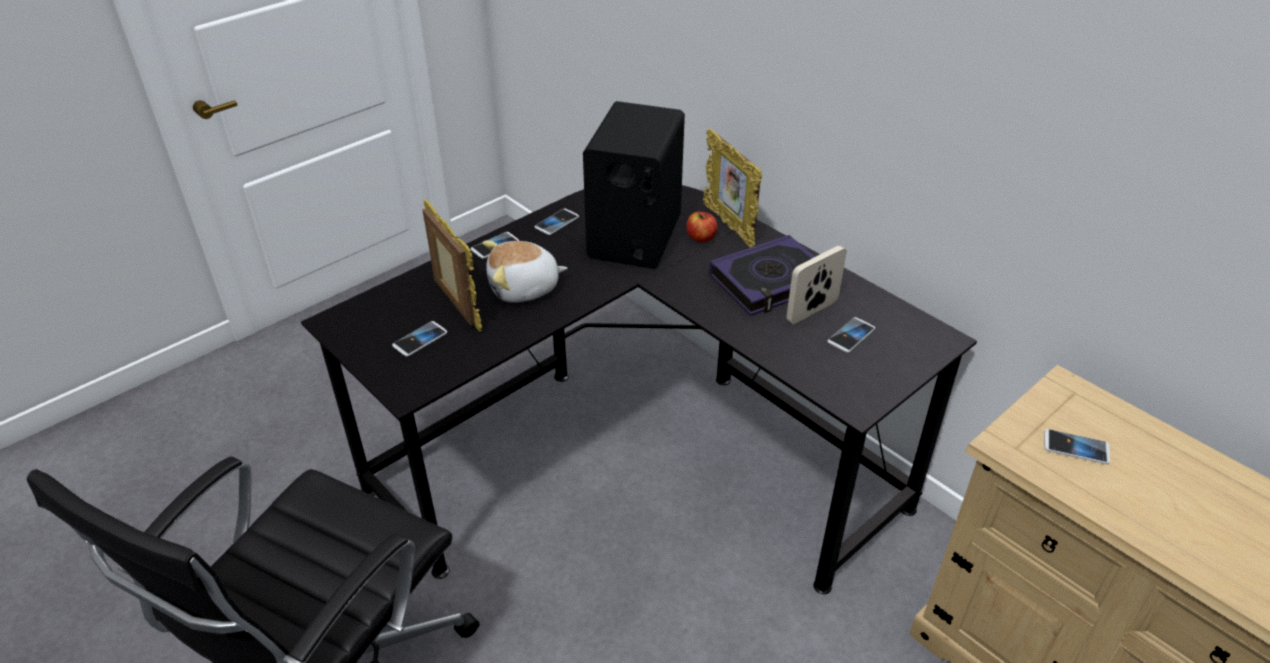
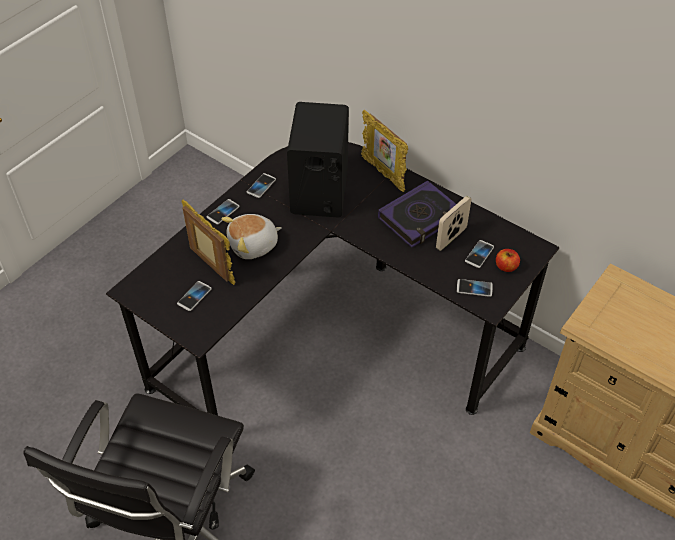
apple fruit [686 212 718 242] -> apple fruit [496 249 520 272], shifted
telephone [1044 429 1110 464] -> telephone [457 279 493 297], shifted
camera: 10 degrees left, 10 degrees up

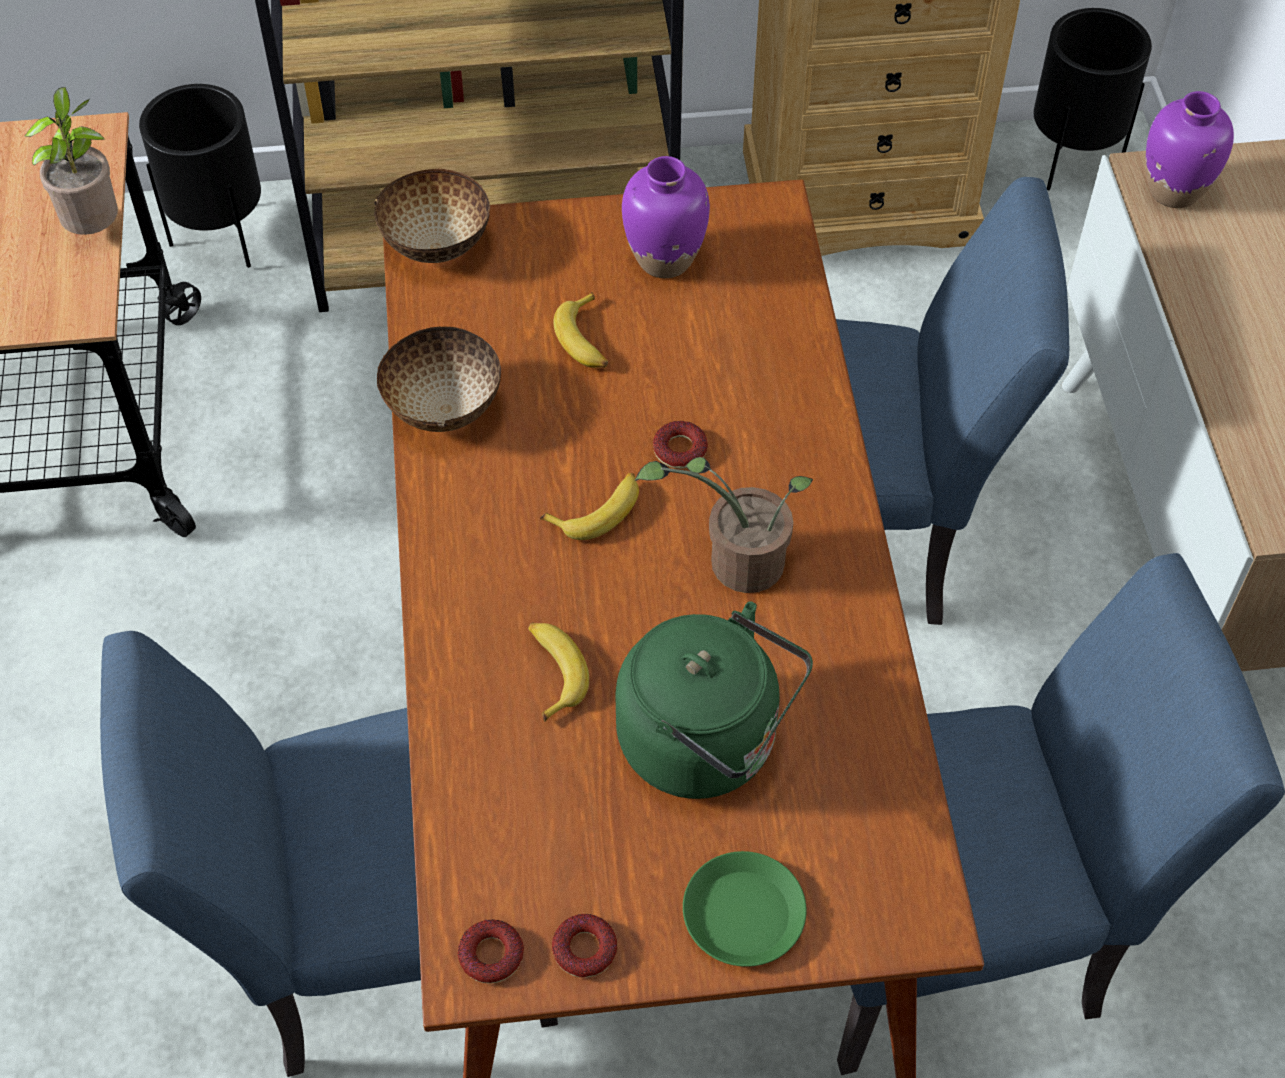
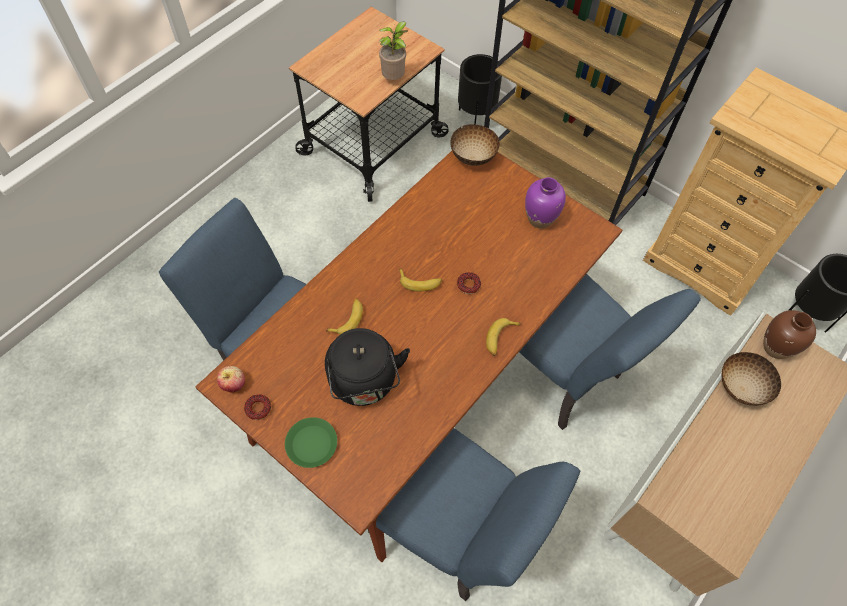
plant in a pot [635 457 813 593] -> none
deep dish [377 326 501 432] -> deep dish [722 352 781 406], shifted
banana [553 292 608 368] -> banana [486 318 521 356], shifted
doughnut [458 919 524 983] -> apple fruit [217 366 245 392]
kettle/greenish [615 601 813 799] -> kettle/blackish [325 328 410 406]
decorative vase/purplish [1146 91 1234 208] -> decorative vase/brownish [763 310 816 359]
camera: 45 degrees right, 5 degrees up

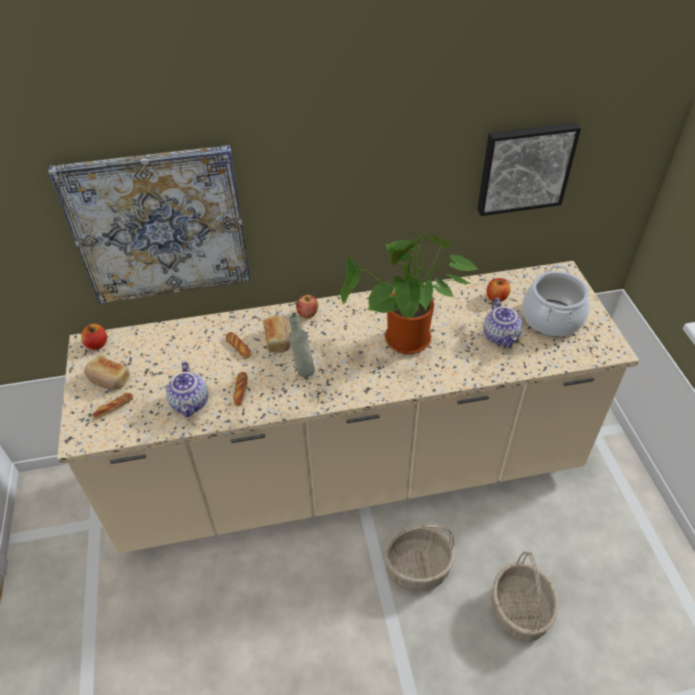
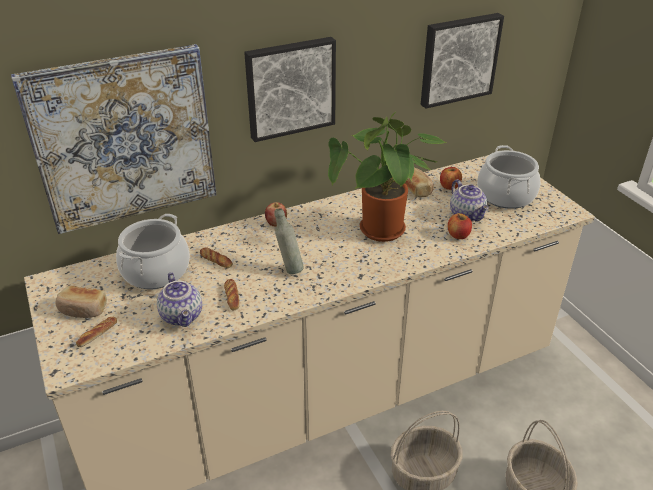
none -> saucepot [116 214 190 289]
none -> wall picture [244 37 336 142]
apple fruit [81 324 107 350] -> apple fruit [448 213 472 239], shifted
bread [263 315 291 353] -> bread [405 168 434 197], shifted
camera: 15 degrees left, 10 degrees down

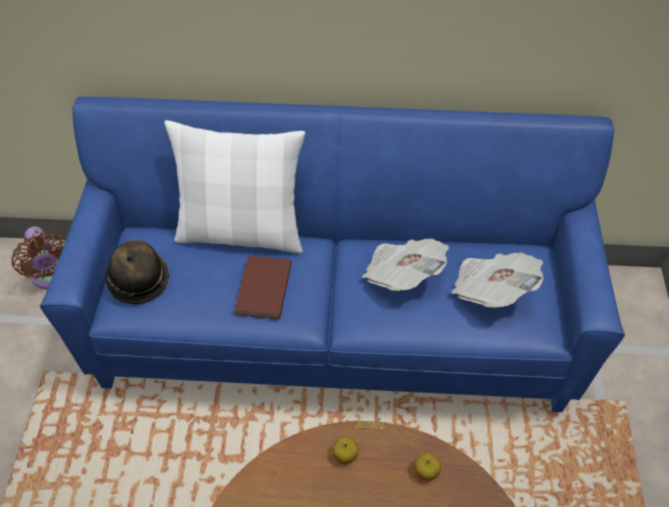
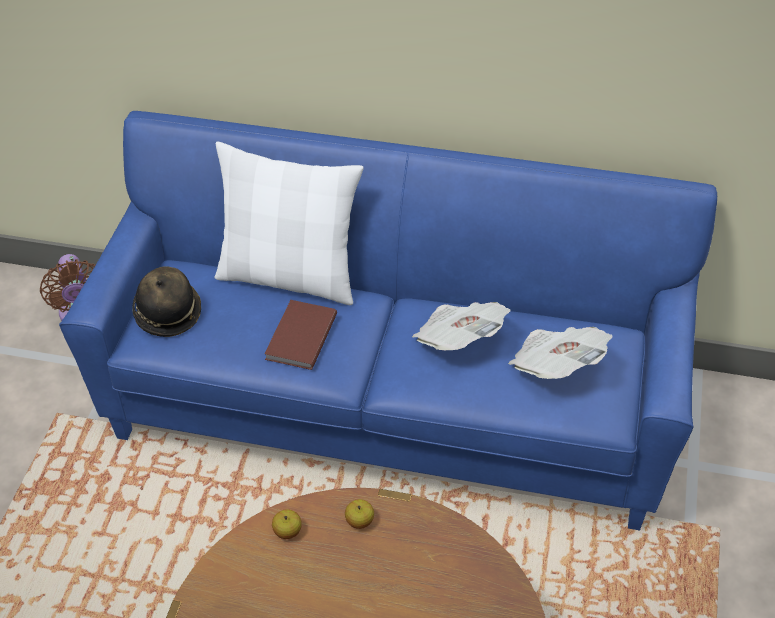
apple fruit [414 453 441 480] -> apple fruit [272 509 302 539], shifted
camera: 10 degrees right, 5 degrees down

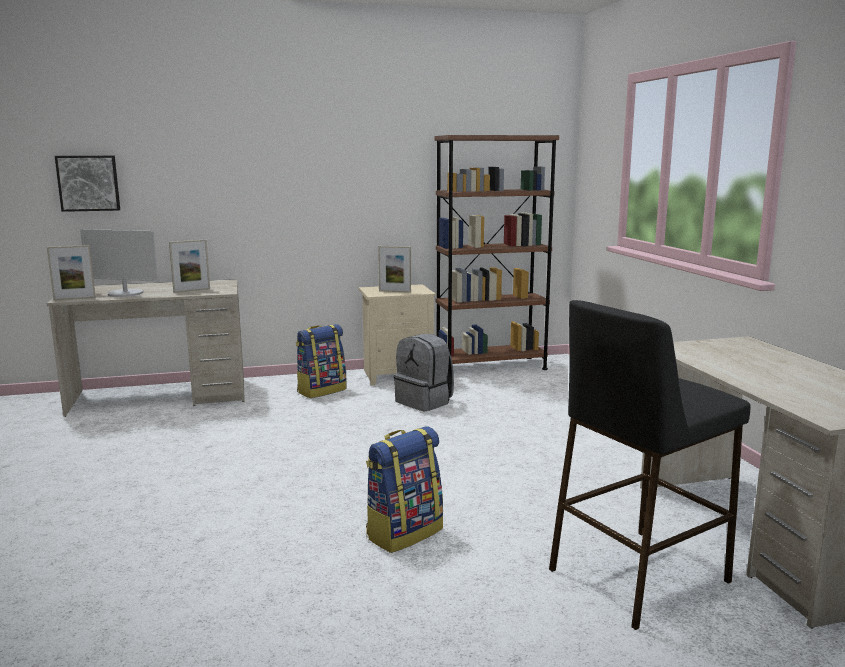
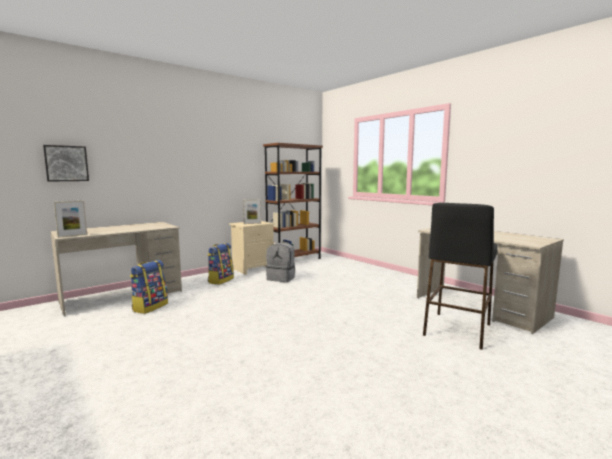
computer screen [80 229 158 297] -> none
photo frame [169 239 210 293] -> none
rucksack [366 427 443 553] -> rucksack [130 260 168 314], shifted
camera: 25 degrees left, 5 degrees down

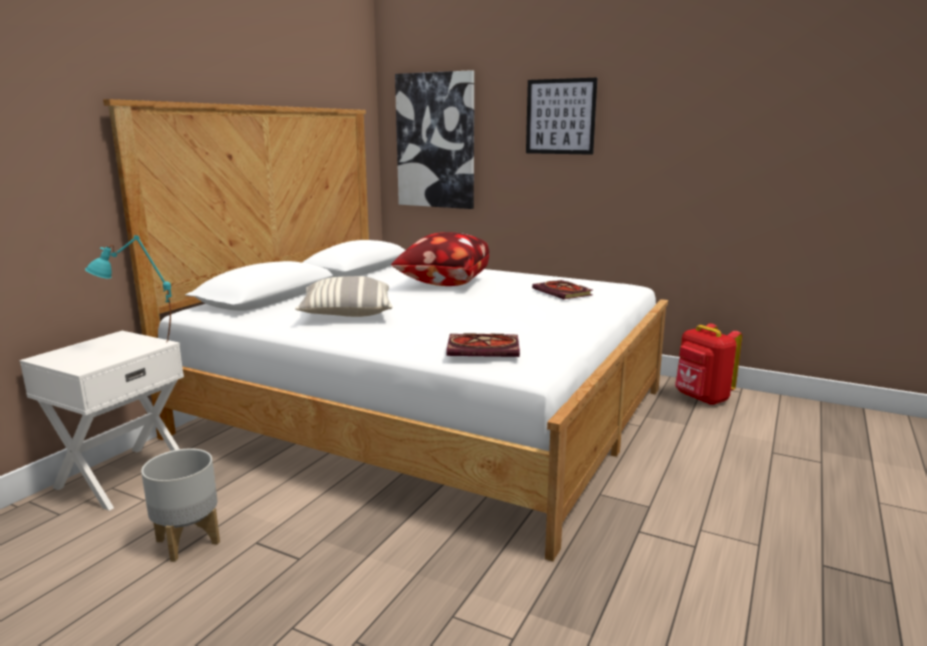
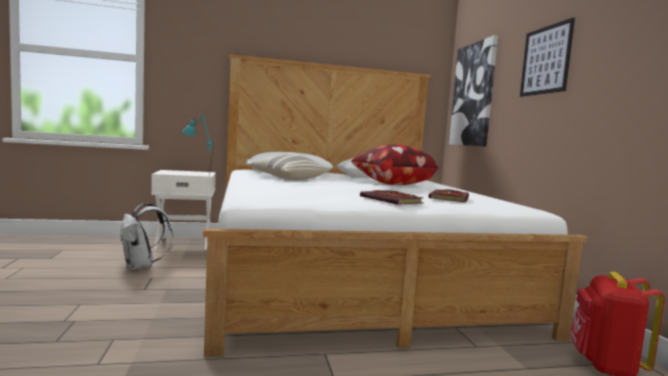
bound book [446 333 520 357] -> bound book [360 190 423 205], shifted
plant pot/grey [141 448 220 562] -> rucksack/white [120 203 173 270]
camera: 50 degrees right, 10 degrees down

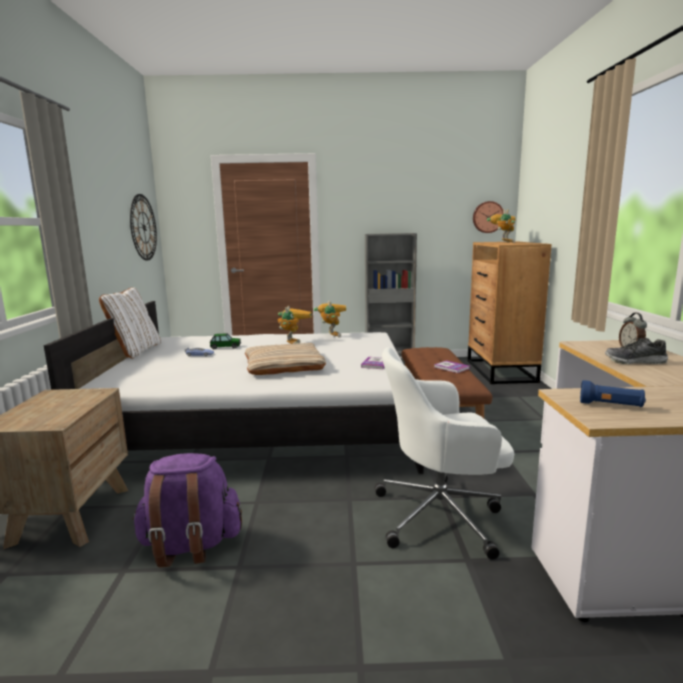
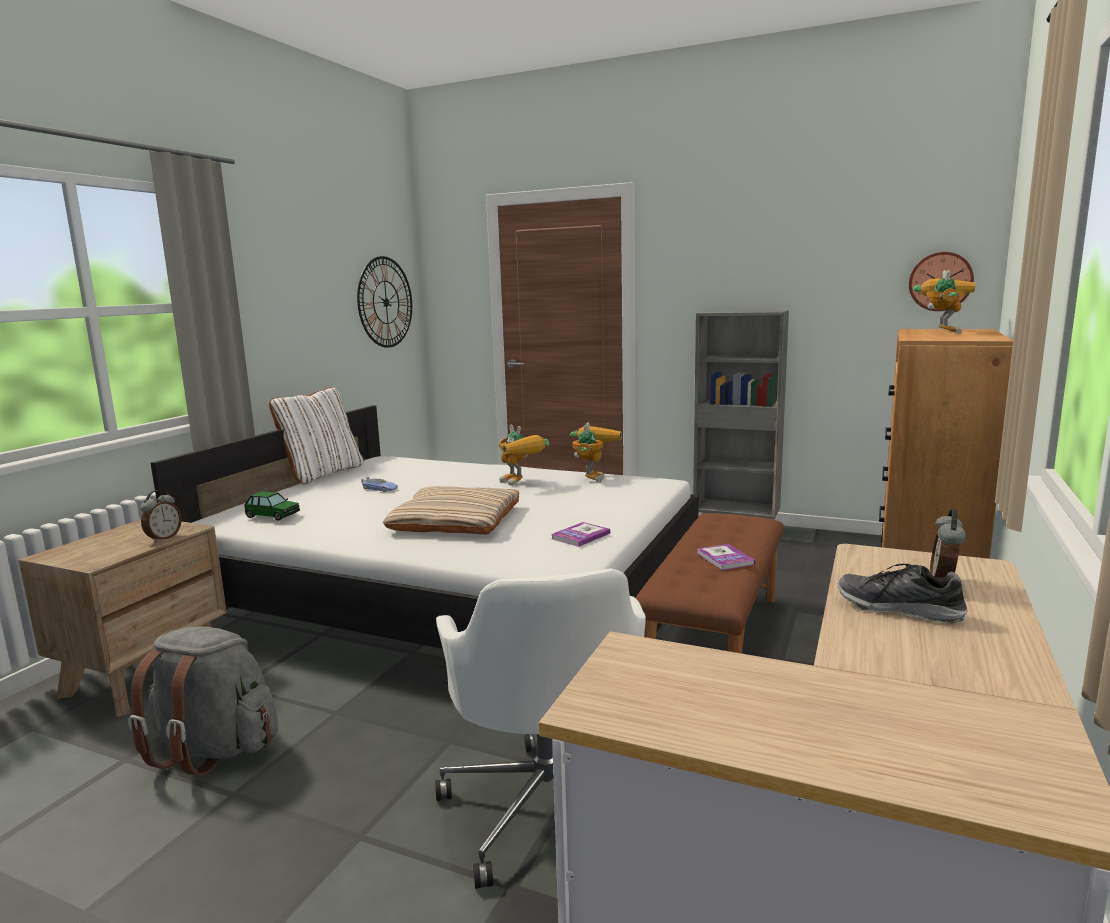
torch/blue-coloured [580 380 646 407] -> none
none -> table clock [141 490 182 543]
miniature car [210 333 241 349] -> miniature car [244 491 300 521], shifted
rucksack/purplish [132 453 242 567] -> rucksack/grey [128 626 278 776]
model robot [278 306 312 344] -> model robot [499 424 549 486], 105 degrees clockwise
desk chair/white [375 347 514 560] -> desk chair/white [435 568 646 889], 120 degrees counterclockwise
camera: 25 degrees right, 0 degrees up

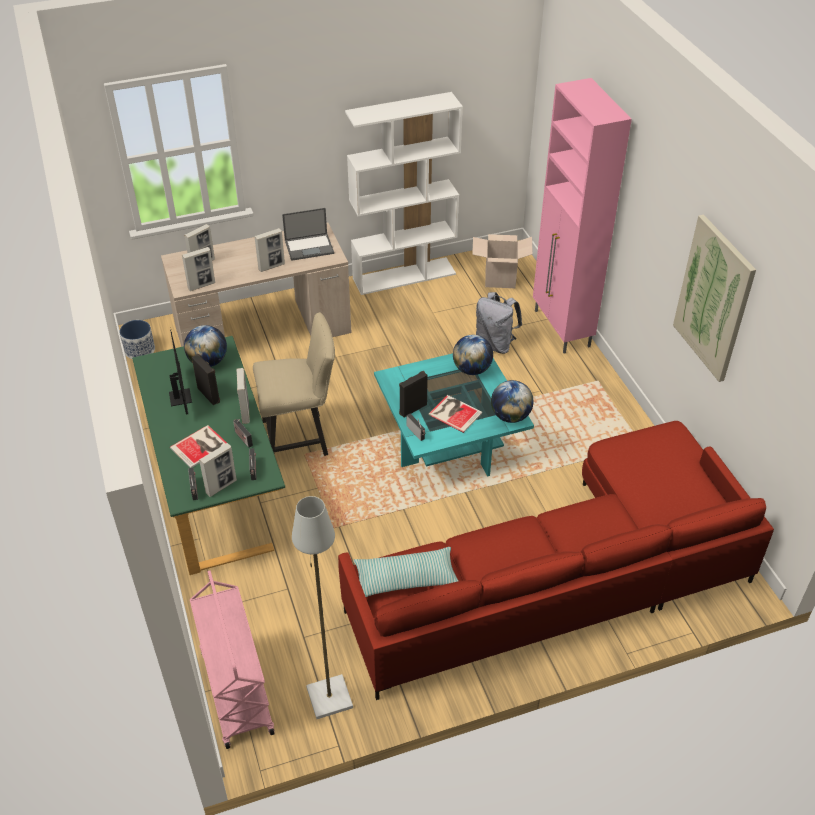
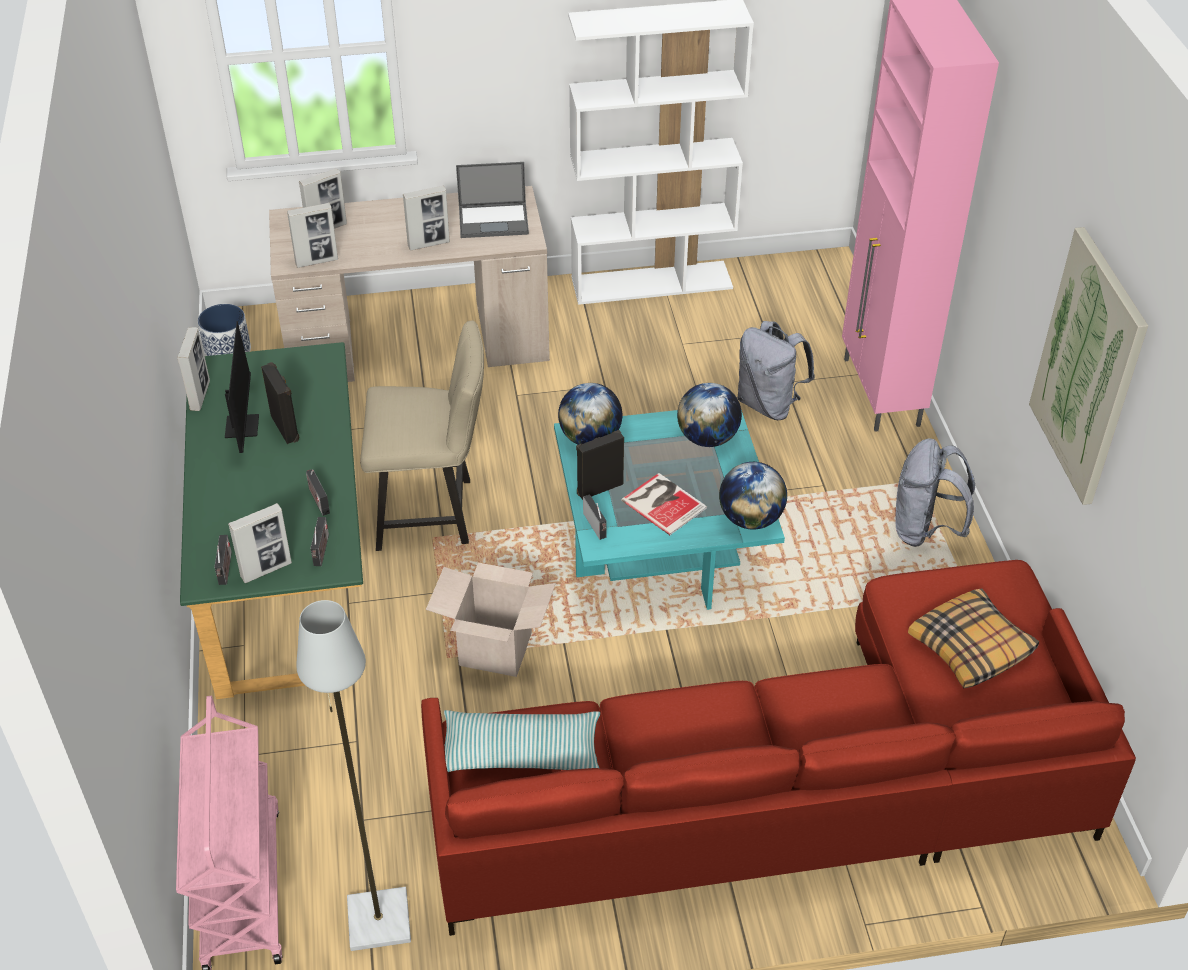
bound book [170 425 227 468] -> none
none -> rucksack/grey [895 438 975 547]
none -> pillow [908 588 1039 688]
globe [184 325 227 367] -> globe [558 383 622 445], shifted
photo frame [236 368 250 424] -> photo frame [177 327 210 411], shifted
cardboard box [472 234 533 288] -> cardboard box [426 563 556 677], shifted
camera: 10 degrees right, 0 degrees up

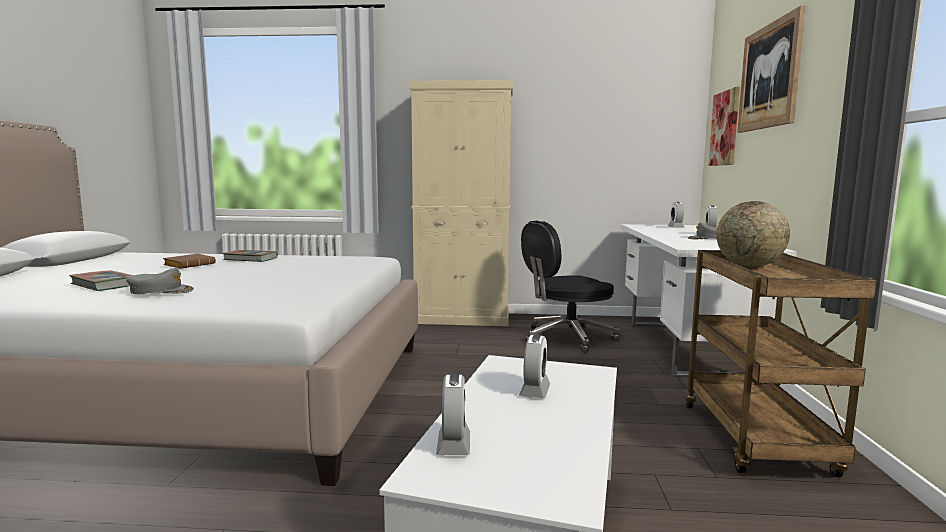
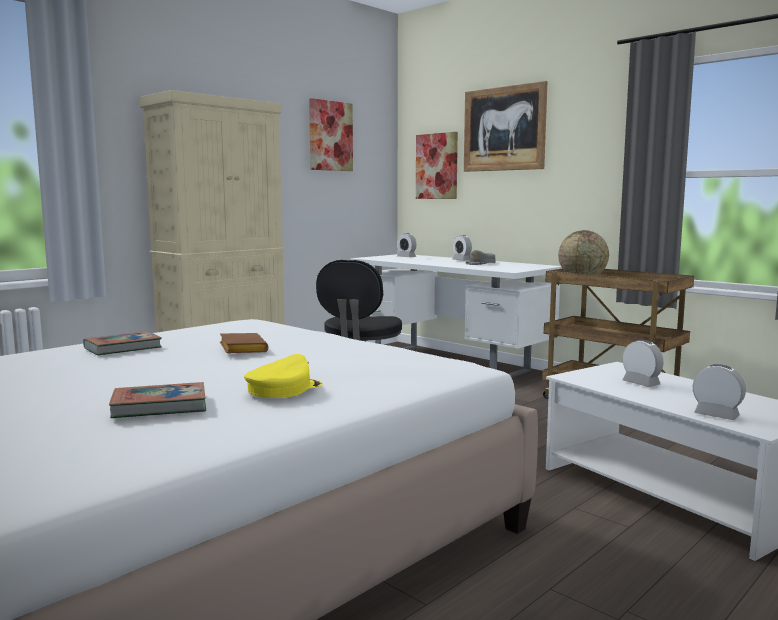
none -> wall picture [309 98 353 171]
bound book/brownish [163 254 216 269] -> bound book/brownish [220 333 268 353], shifted
baseball cap/grey [126 268 194 295] -> baseball cap/yellow [244 354 323 398]
camera: 50 degrees left, 0 degrees up

